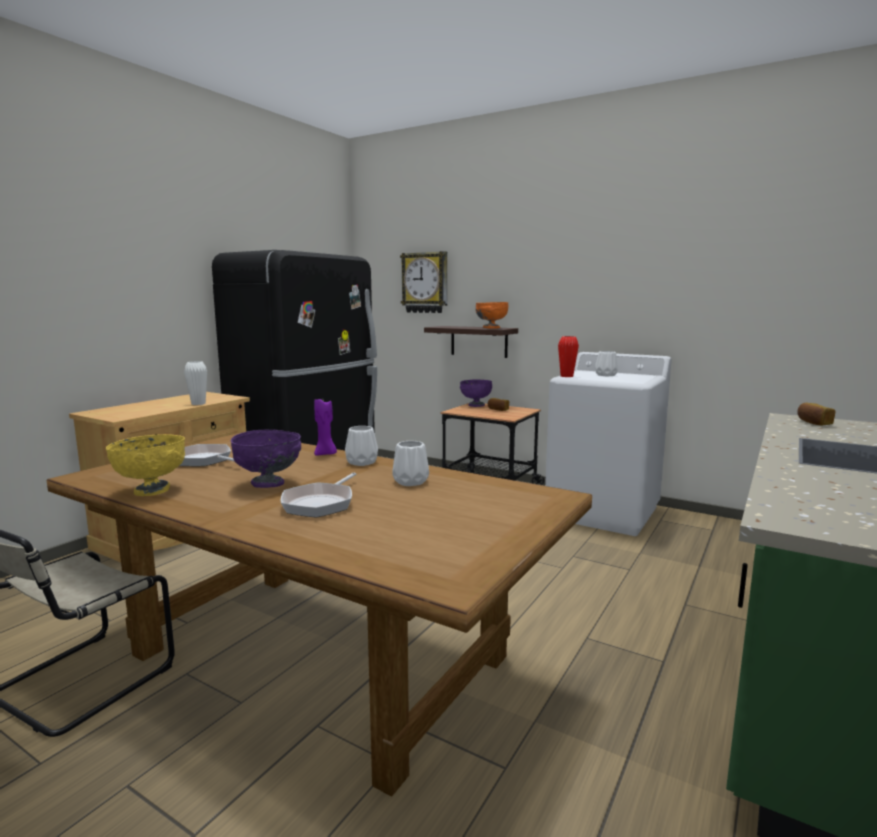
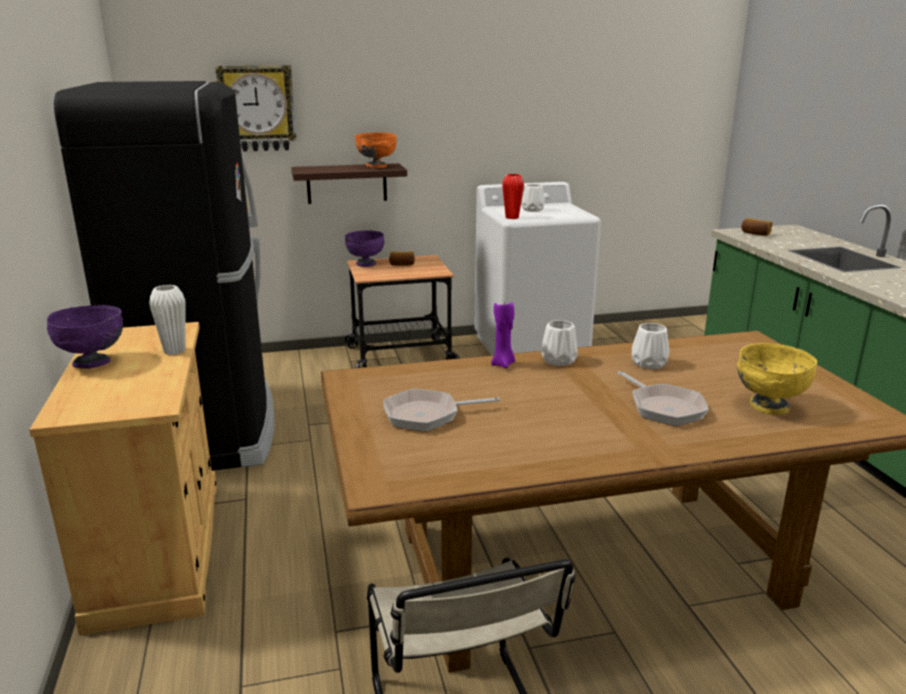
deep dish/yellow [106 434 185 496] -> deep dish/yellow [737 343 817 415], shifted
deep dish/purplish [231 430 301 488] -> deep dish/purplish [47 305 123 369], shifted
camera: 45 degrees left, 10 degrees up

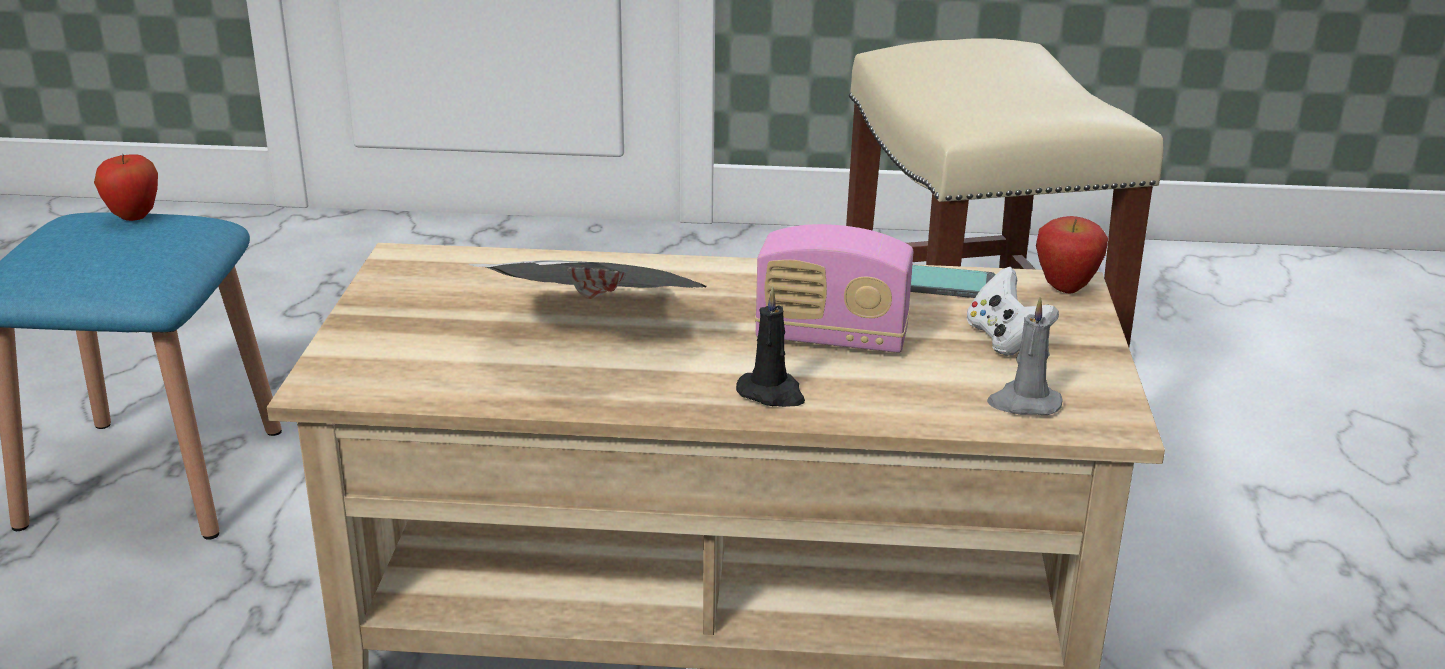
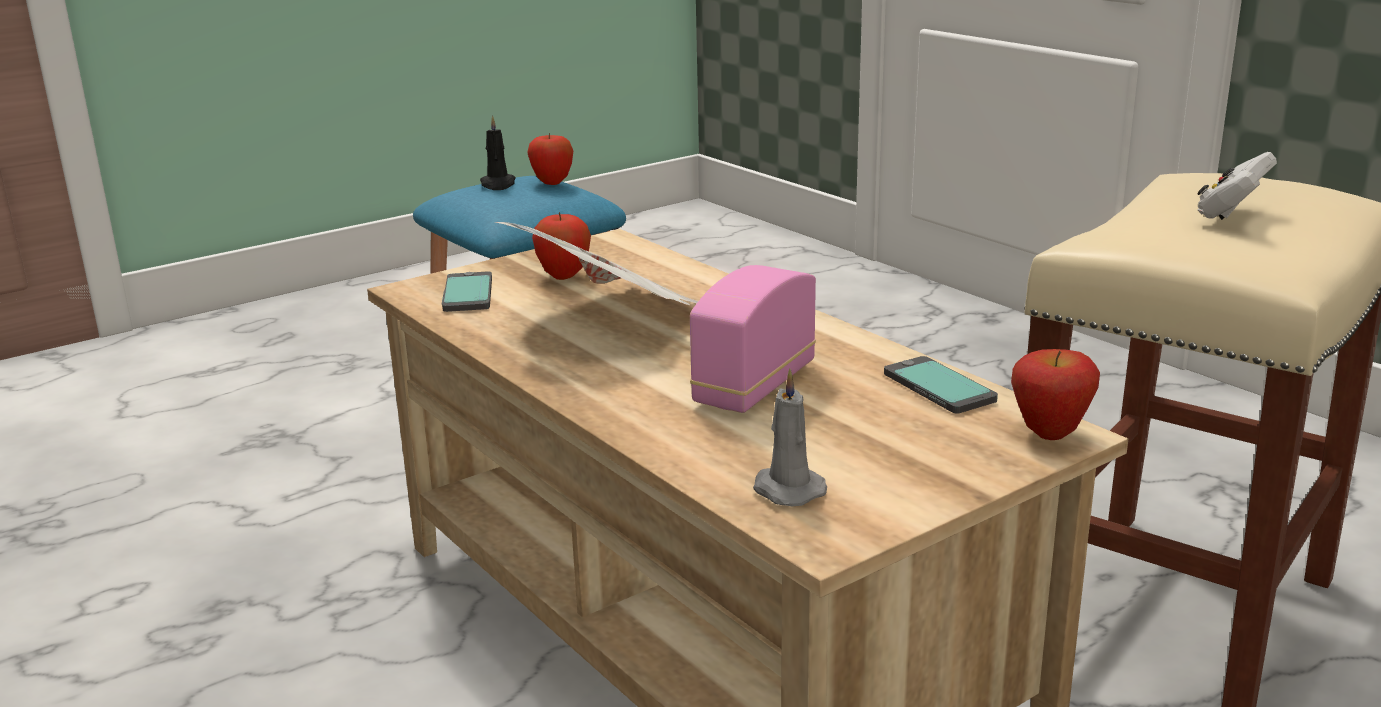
none -> telephone [442 271 492 312]
none -> apple fruit [532 212 591 280]
candle/blackish [736 287 805 407] -> candle/blackish [480 115 515 190], shifted
game controller/white [967 267 1059 356] -> game controller/white [1198 152 1277 220], shifted
radio set [755 224 913 353] -> radio set [690 265 816 413], 60 degrees clockwise
camera: 50 degrees right, 5 degrees down

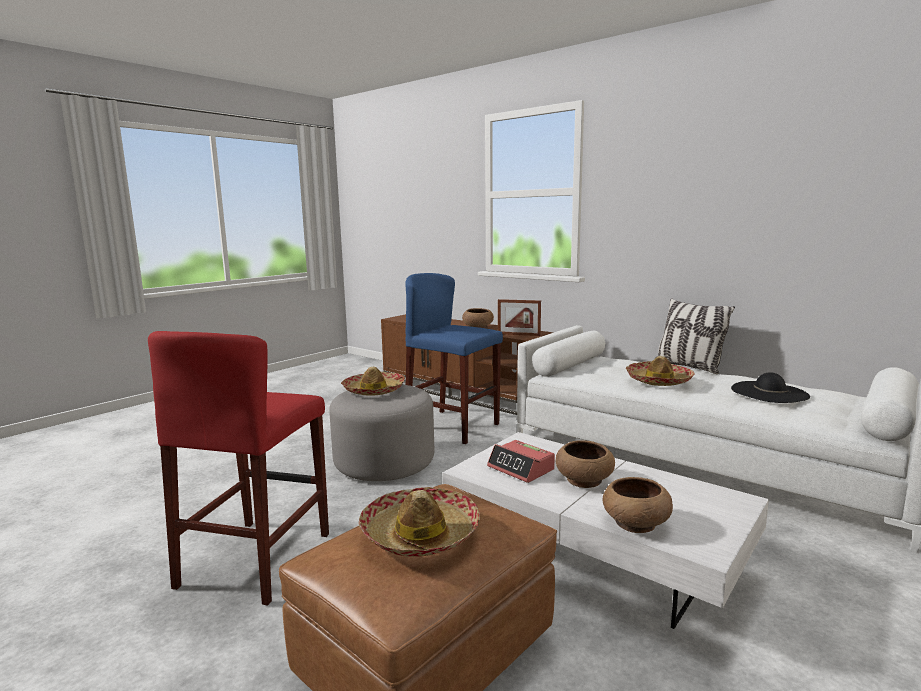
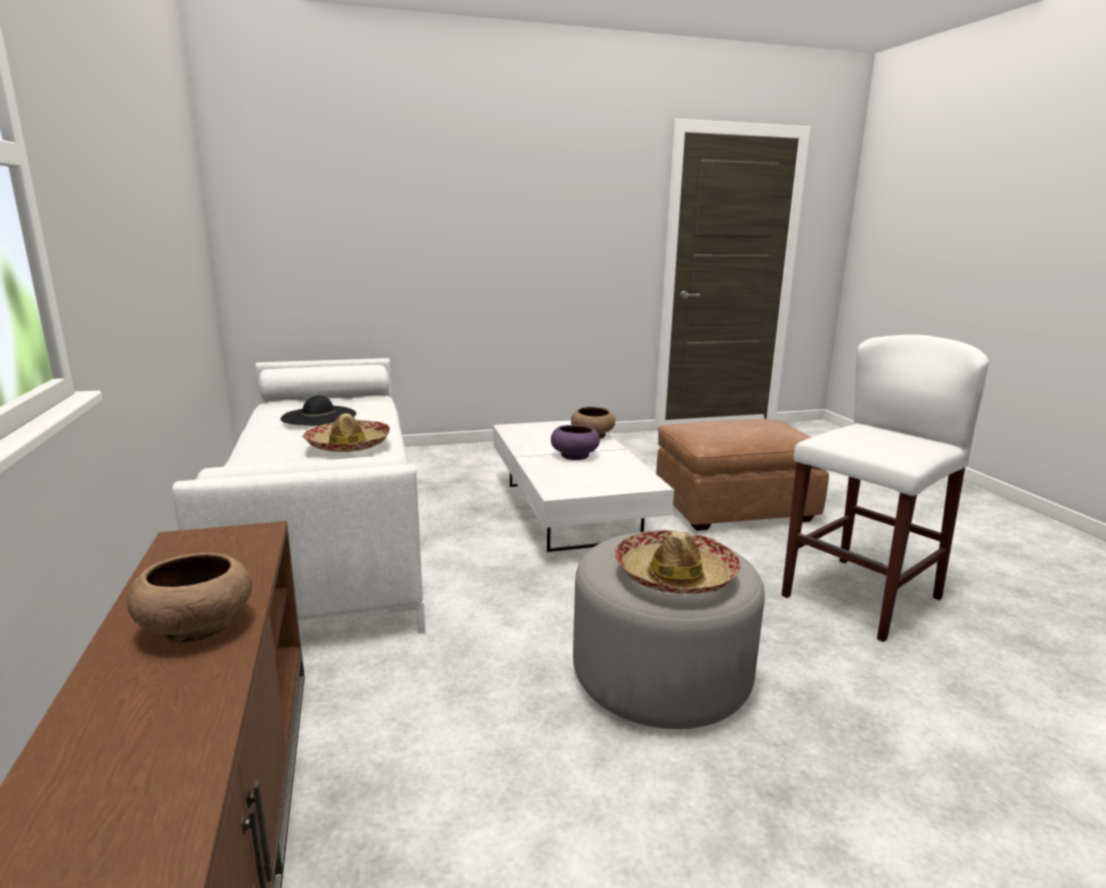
hat [358 487 480 557] -> none
sitting stool/blue-coloured [405 273 503 444] -> none
table clock [487 440 555 483] -> none
photo frame [498 299 541 336] -> none
pillow [657 298 735 374] -> none
sitting stool/red-coloured [148 331 329 606] -> sitting stool/white [782 335 989 642]
deep dish/brownish [555 440 615 488] -> deep dish/purplish [551 425 600 460]
camera: 145 degrees left, 5 degrees up

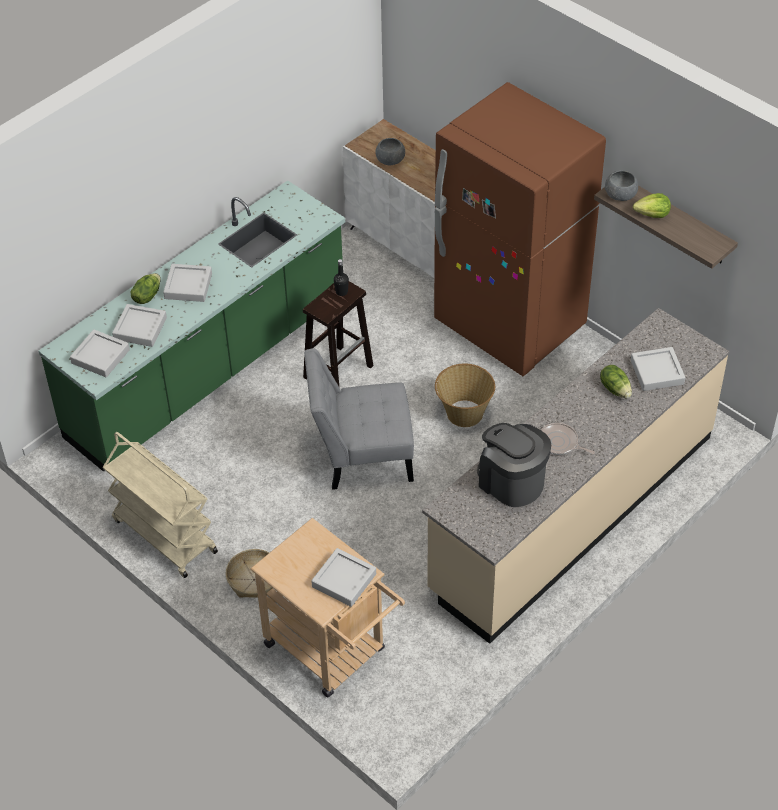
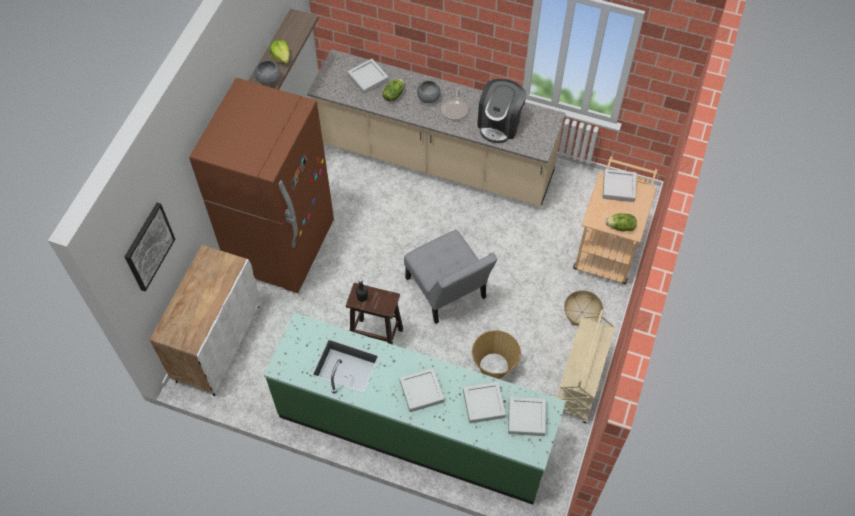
none -> wall picture [125 203 175 292]
lettuce [131 273 161 304] -> lettuce [605 213 637 232], shifted
deep dish/grey [375 138 405 165] -> deep dish/grey [417 80 441 103], shifted
household basket [435 364 495 427] -> household basket [472 330 521 379], shifted
camera: 115 degrees left, 10 degrees up

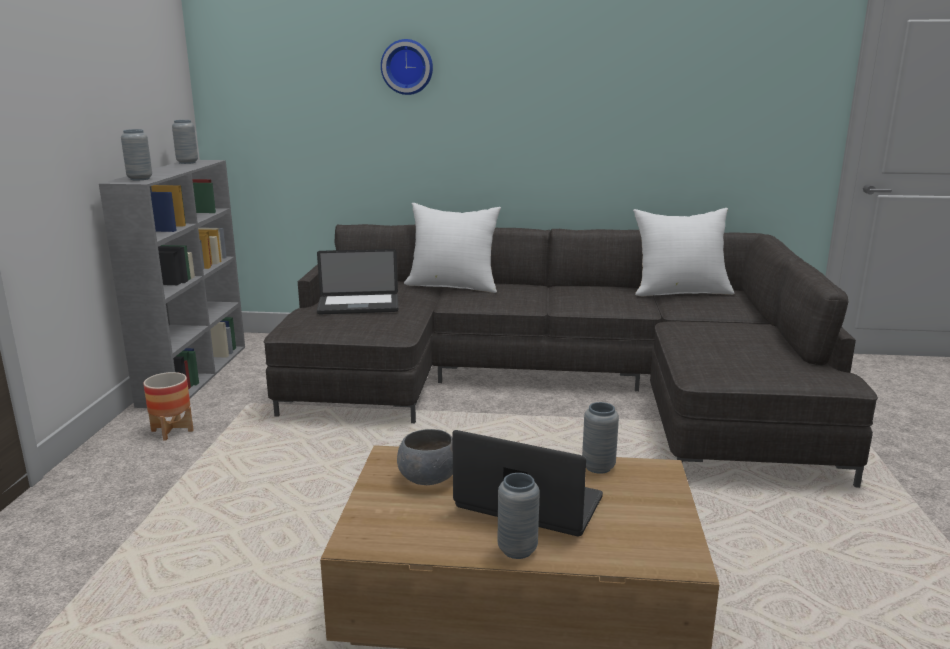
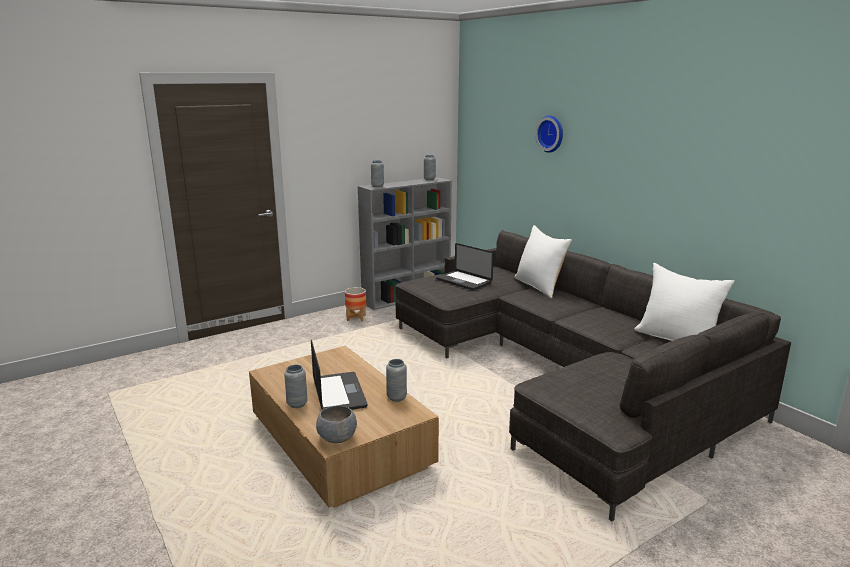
deep dish/grey [397 429 453 485] -> deep dish/grey [316 406 357 443], shifted
camera: 50 degrees right, 0 degrees up

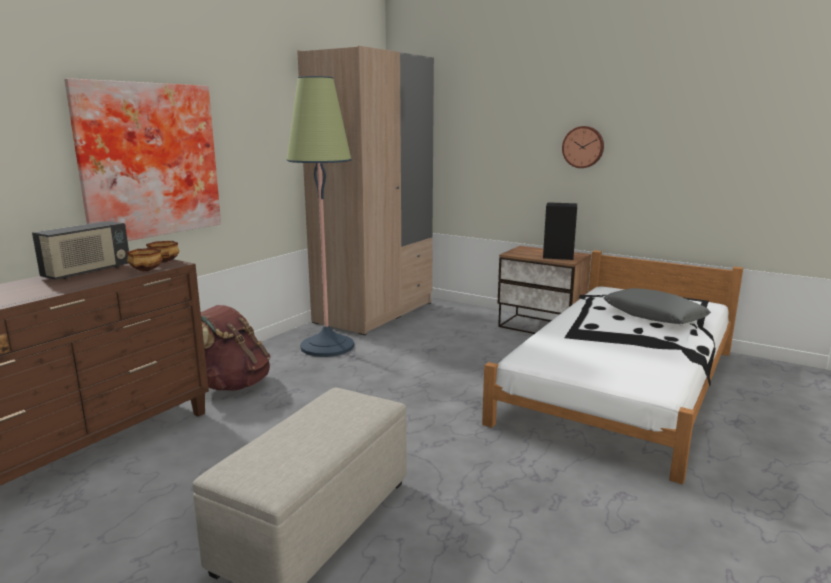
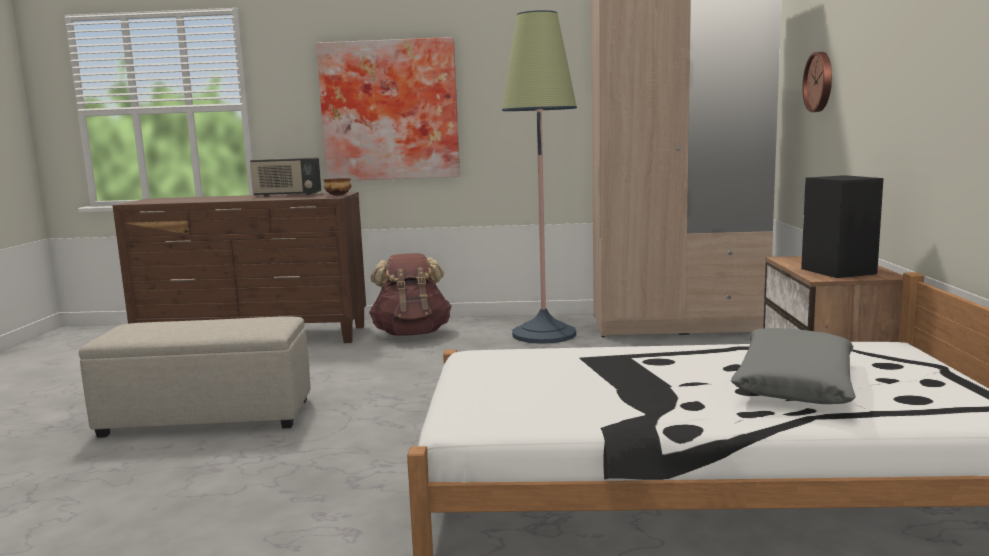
deep dish [126 248 163 271] -> none
hanging clock [562 126 604 168] -> hanging clock [803 52 832 112], shifted
camera: 60 degrees right, 5 degrees down

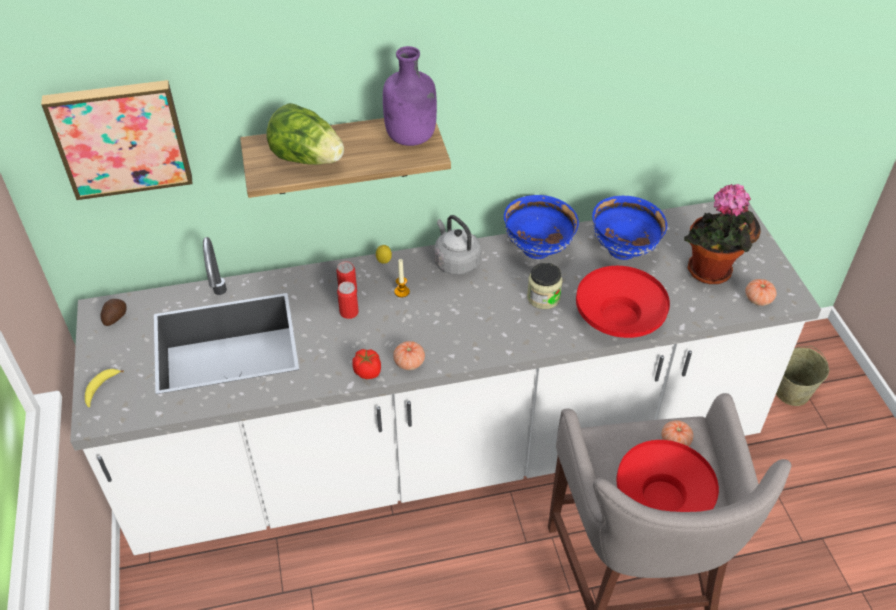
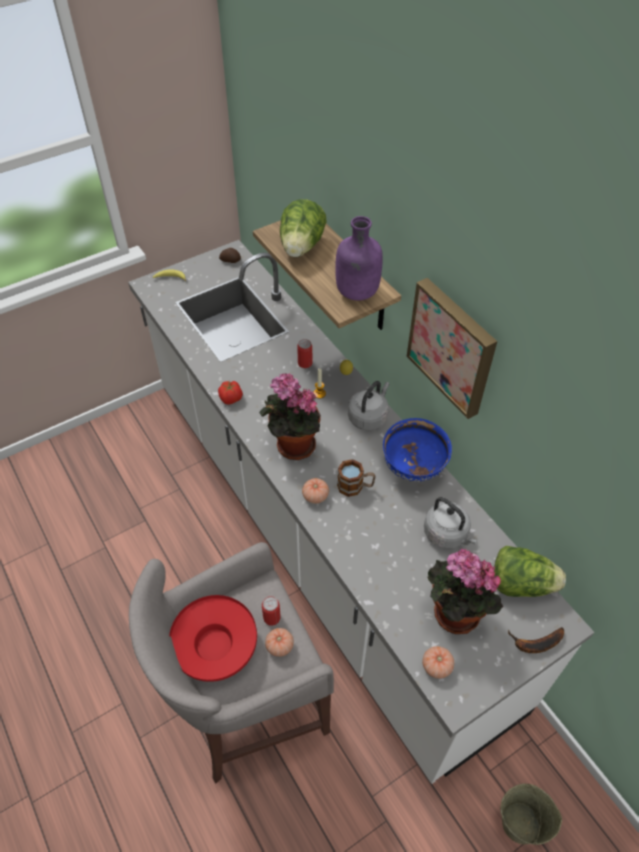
deep dish/red-coloured [576 266 670 338] -> none
none -> plant in a pot [259 373 321 460]
none -> lettuce [494 546 566 597]
wall picture [41 80 193 200] -> wall picture [407 278 497 419], shifted
can [337 282 358 319] -> can [262 596 281 625], shifted
tomato [393 341 425 370] -> tomato [302 478 329 504], shifted
preserve jar [527 263 562 309] -> tea mug [337 459 375 497]
deep dish/blue-coloured [592 196 667 260] -> kettle/grey [424 497 477 548]
camera: 70 degrees right, 5 degrees up

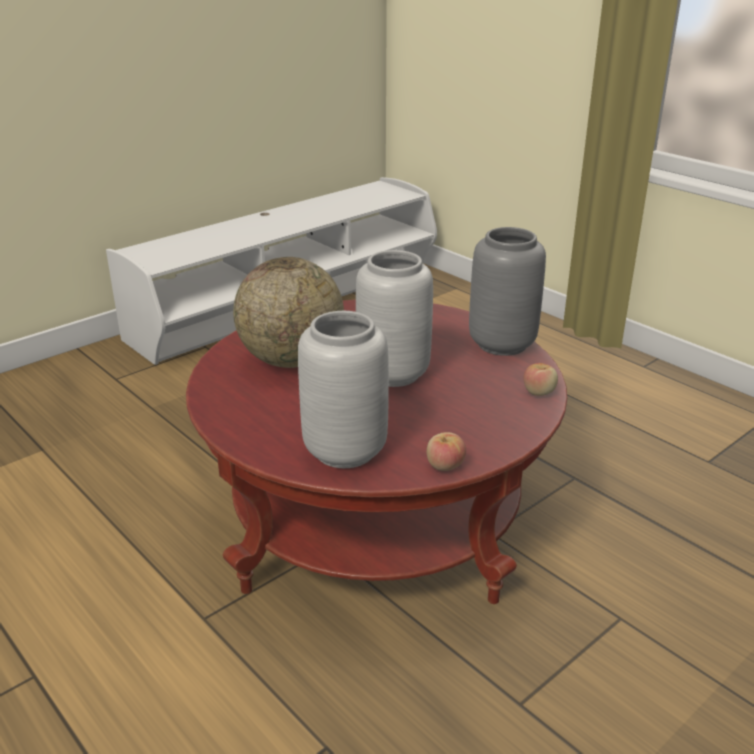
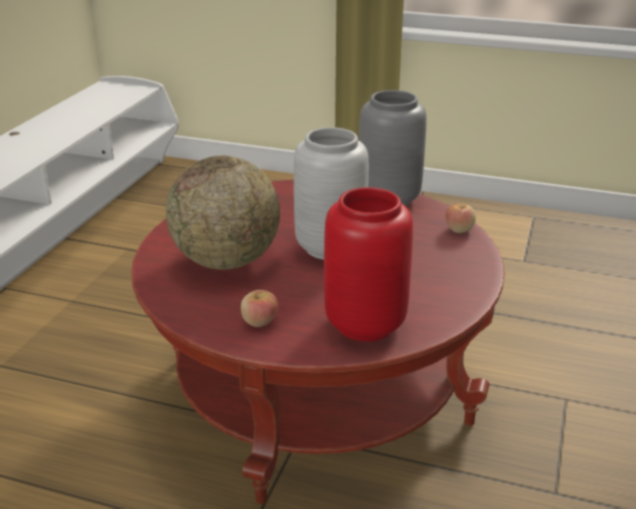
apple fruit [427 432 466 471] -> apple fruit [241 290 278 327], shifted
decorative vase/grey [298 311 389 468] -> decorative vase/red-coloured [324 187 413 341]
camera: 30 degrees left, 0 degrees up

